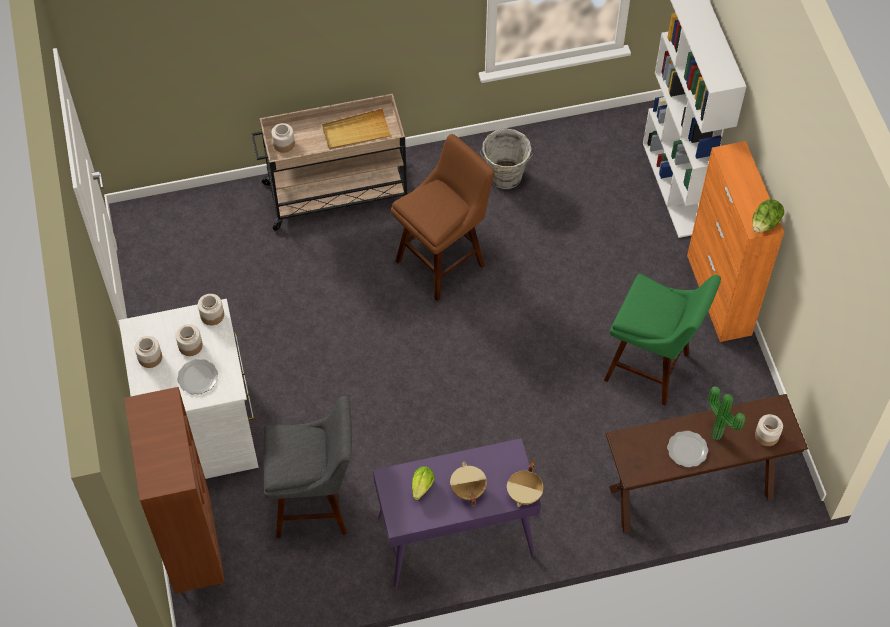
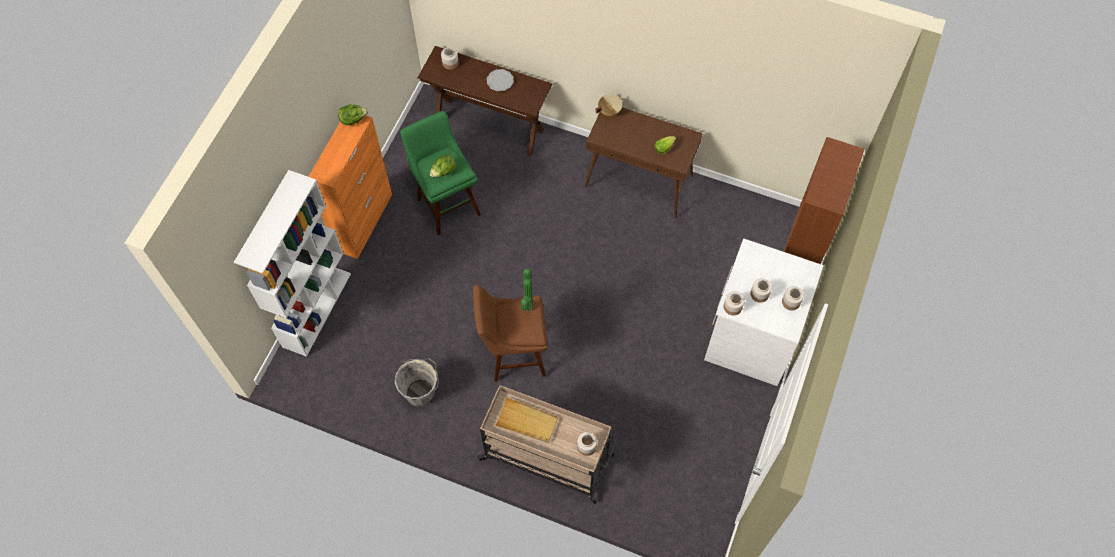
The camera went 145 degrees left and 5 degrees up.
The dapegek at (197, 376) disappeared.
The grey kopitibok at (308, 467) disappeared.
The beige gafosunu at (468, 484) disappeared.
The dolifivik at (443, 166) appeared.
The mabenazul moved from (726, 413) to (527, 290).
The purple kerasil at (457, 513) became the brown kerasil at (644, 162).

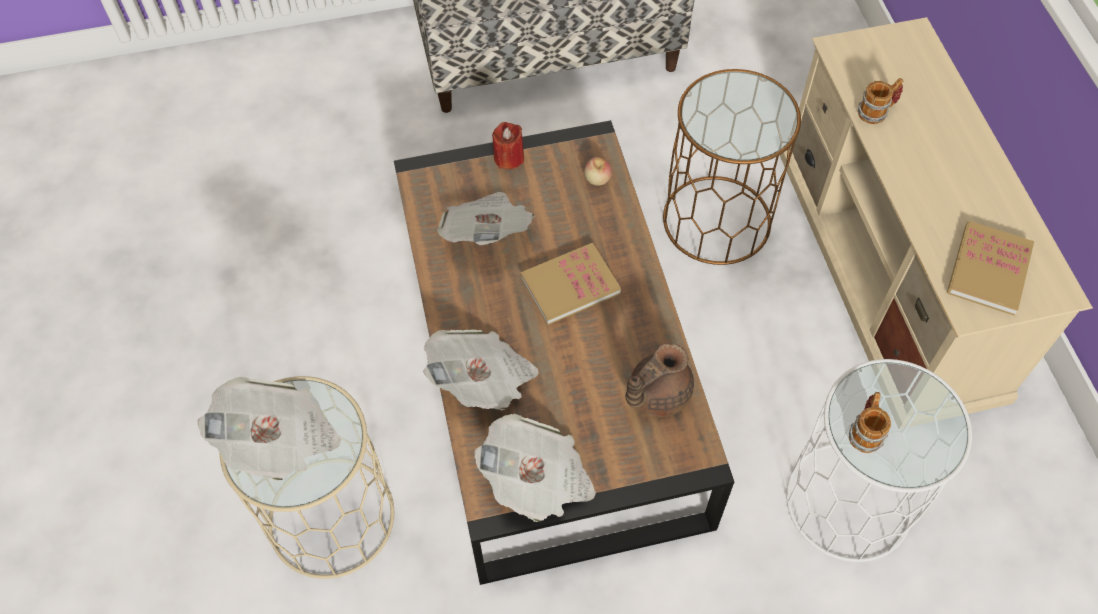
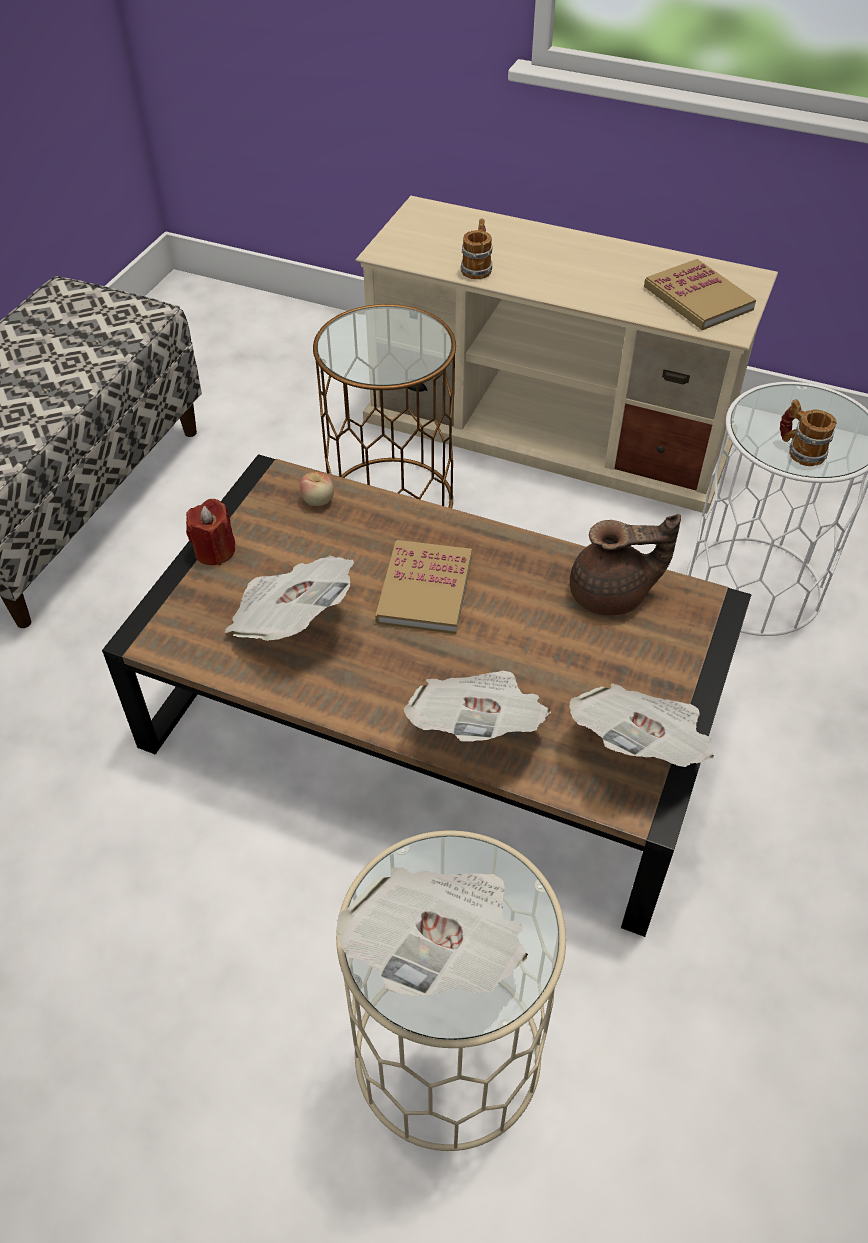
The camera went 55 degrees left and 10 degrees down.
The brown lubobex at (659, 380) turned 90 degrees counterclockwise.

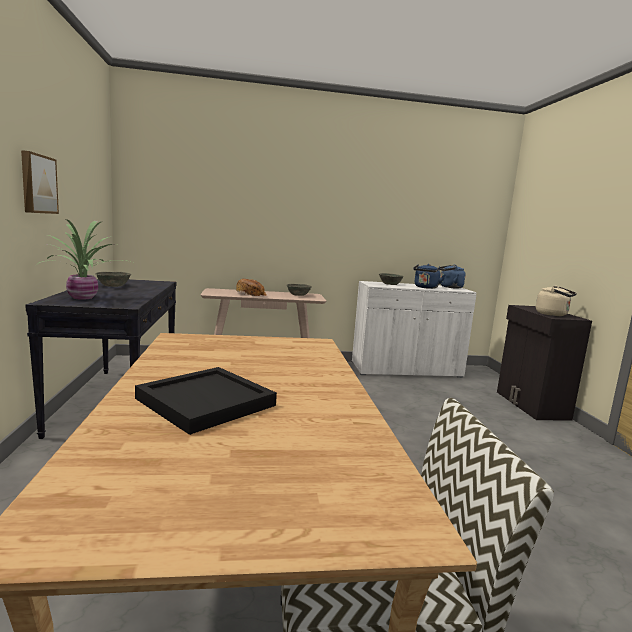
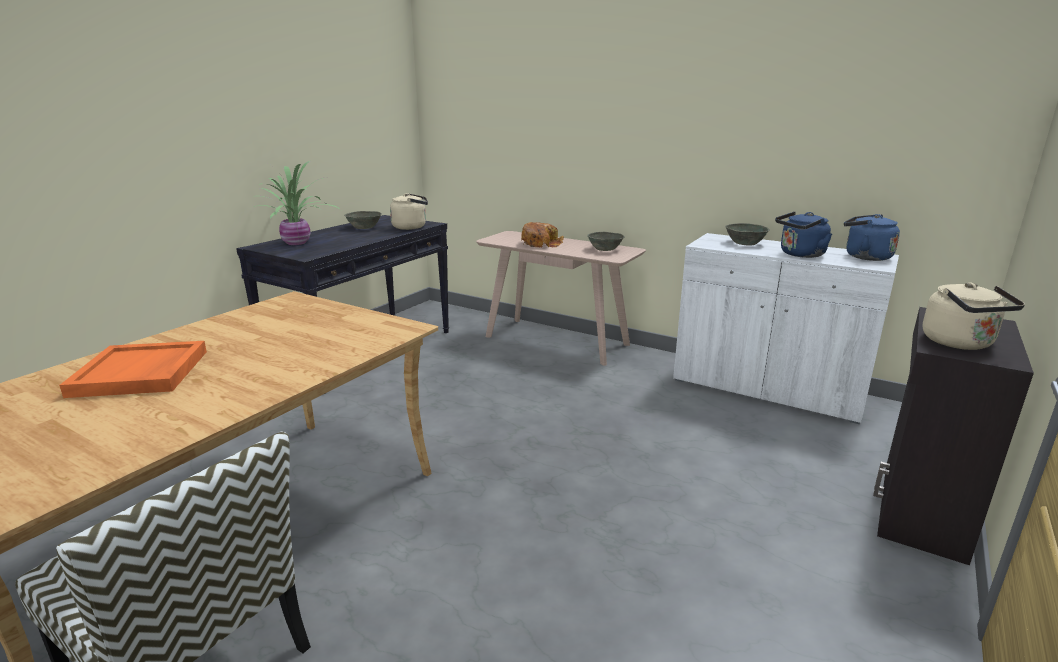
The camera went 40 degrees right and 10 degrees up.
The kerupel at (40, 182) disappeared.
The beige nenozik at (409, 211) appeared.
The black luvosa at (206, 401) became the orange luvosa at (133, 369).

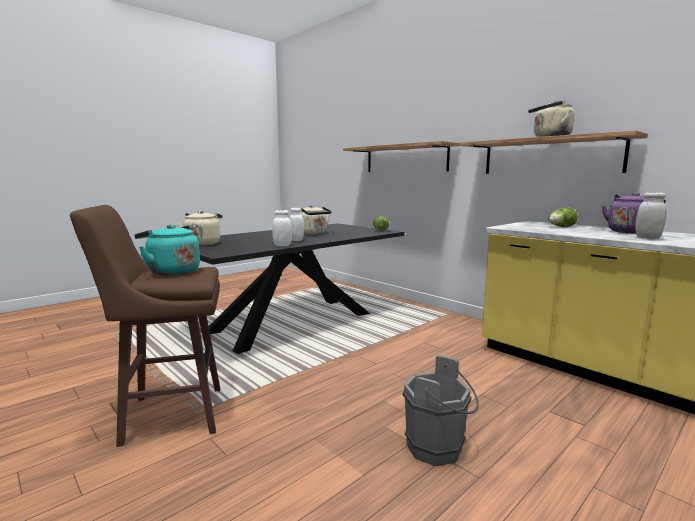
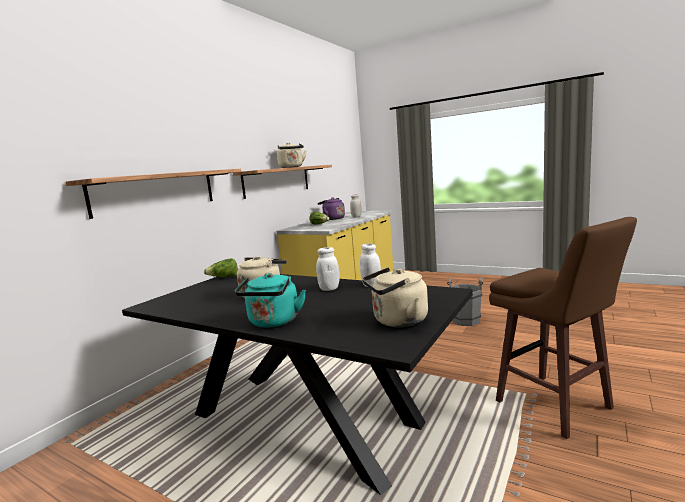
The camera went 105 degrees left and 0 degrees up.
The turquoise nenozik moved from (167, 250) to (270, 300).

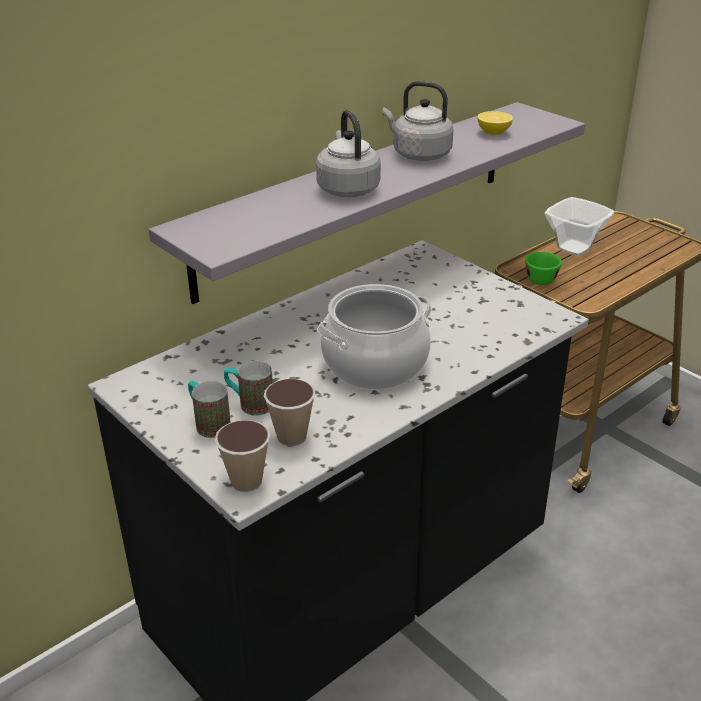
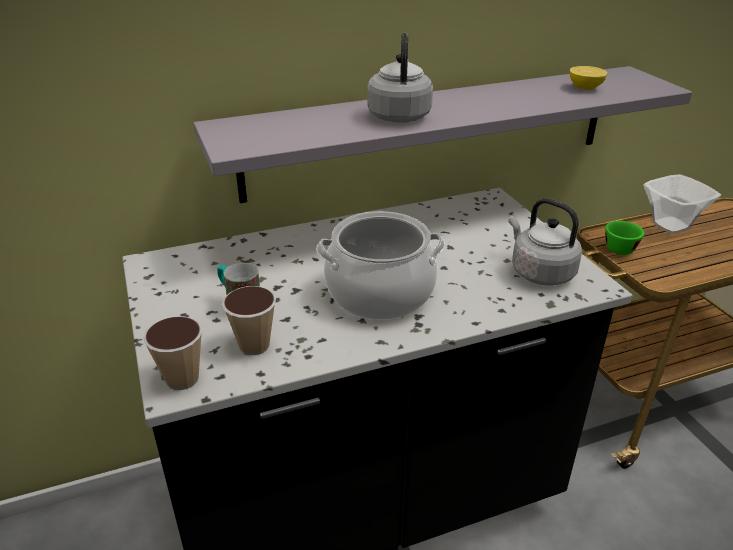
The camera went 20 degrees right and 0 degrees up.
The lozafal at (209, 409) disappeared.
The grey nenozik moved from (418, 121) to (545, 242).

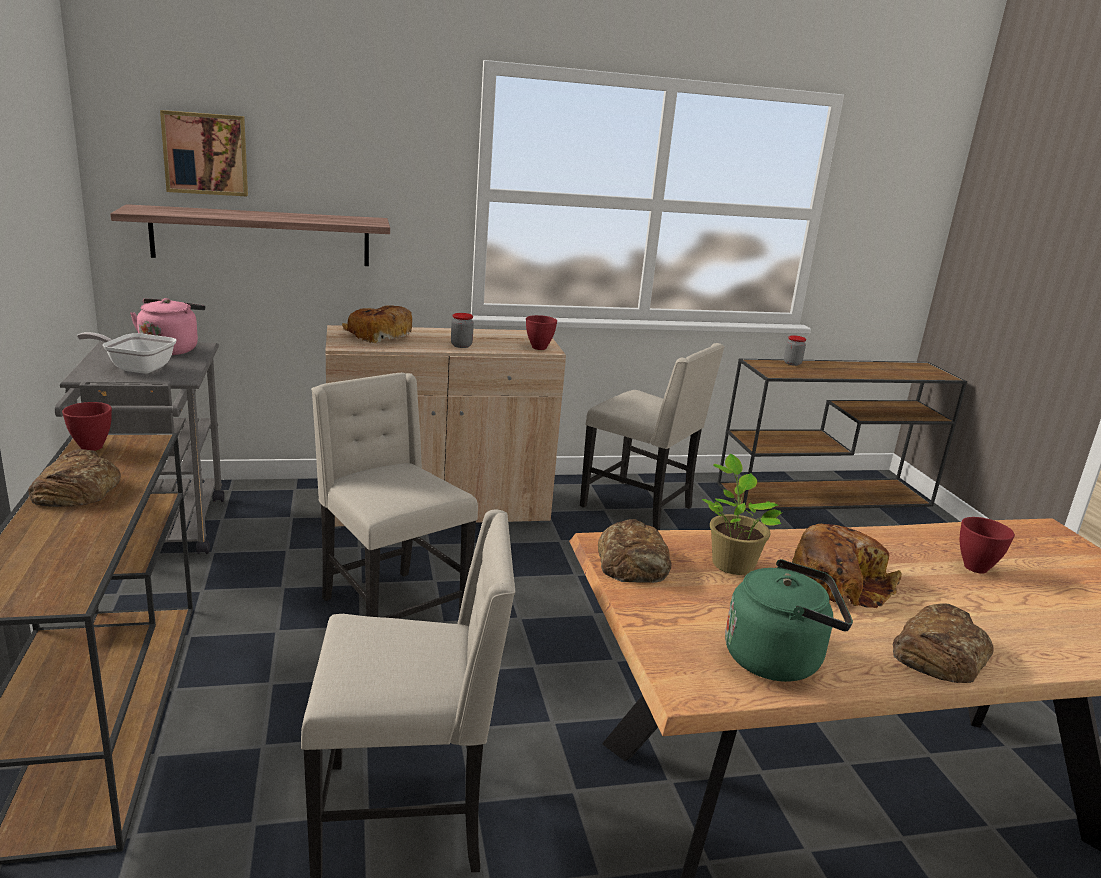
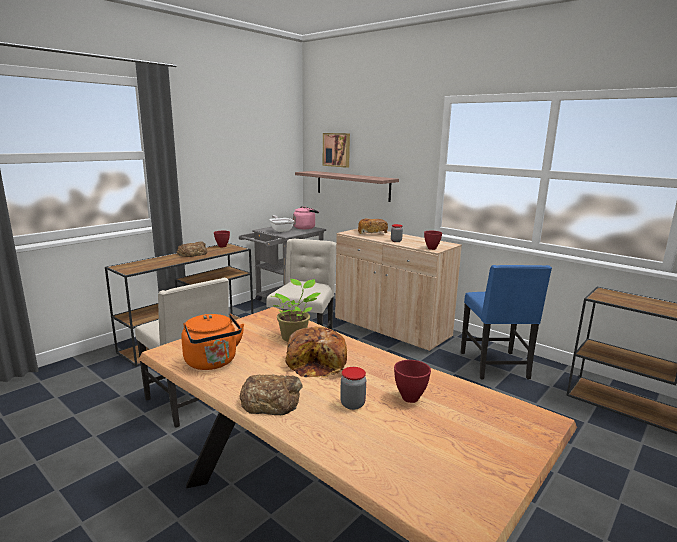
The camera went 55 degrees right and 5 degrees down.
The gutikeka at (635, 551) disappeared.
The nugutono moved from (795, 350) to (353, 388).
The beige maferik at (652, 436) became the blue maferik at (506, 322).
The green nenozik at (789, 620) became the orange nenozik at (212, 342).

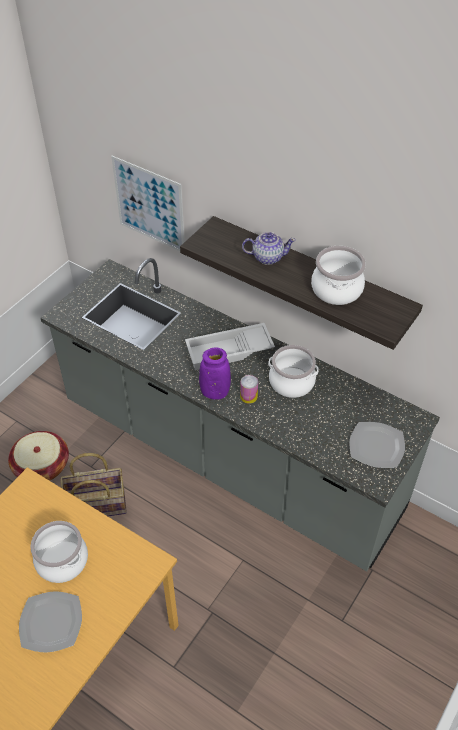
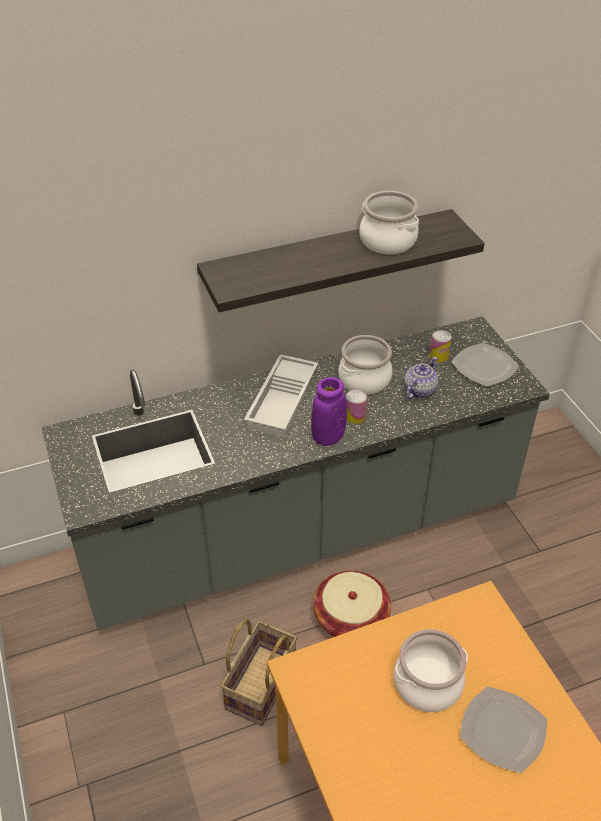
The camera went 55 degrees left and 5 degrees down.
The kerupel at (148, 203) disappeared.
The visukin at (440, 346) appeared.
The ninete moved from (38, 456) to (352, 604).
The lubobex moved from (269, 248) to (421, 378).

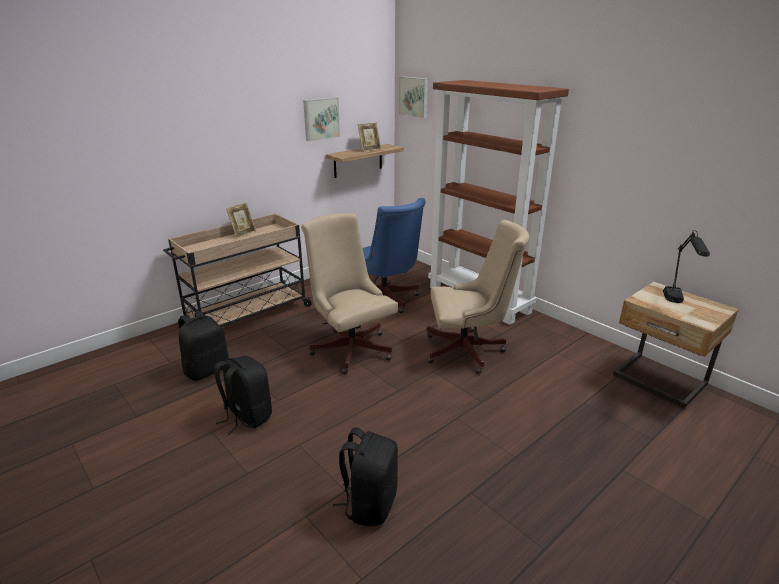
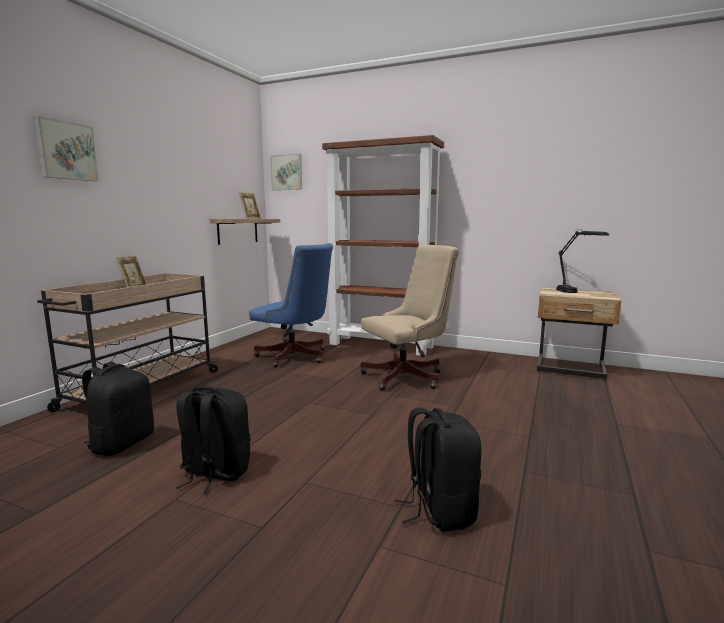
The camera went 25 degrees left and 15 degrees down.
The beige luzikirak at (349, 293) disappeared.
The kerupel moved from (321, 119) to (66, 148).

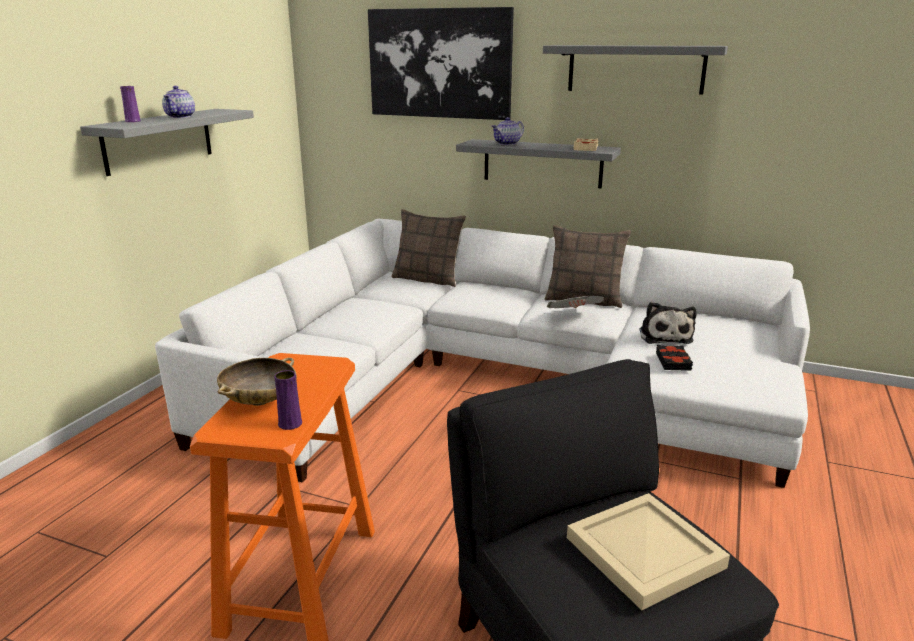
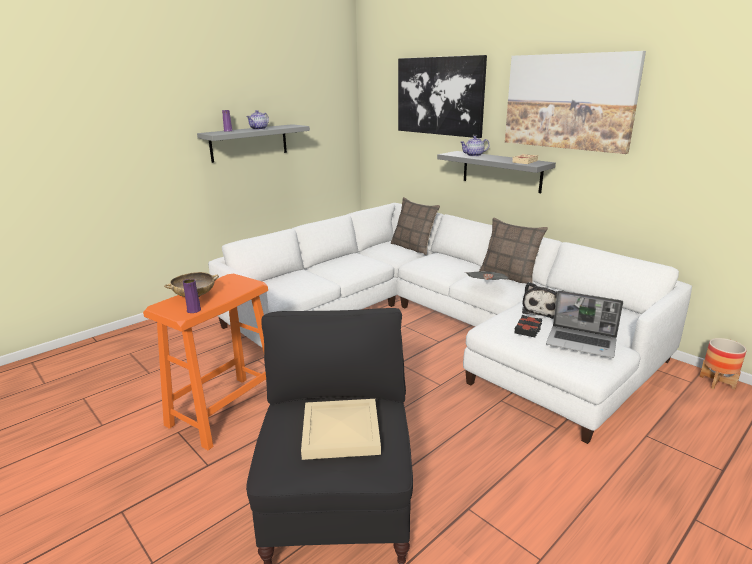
The camera went 25 degrees right and 0 degrees up.
The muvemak at (584, 324) appeared.
The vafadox at (722, 363) appeared.
The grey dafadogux at (635, 70) was replaced by the kerupel at (575, 102).

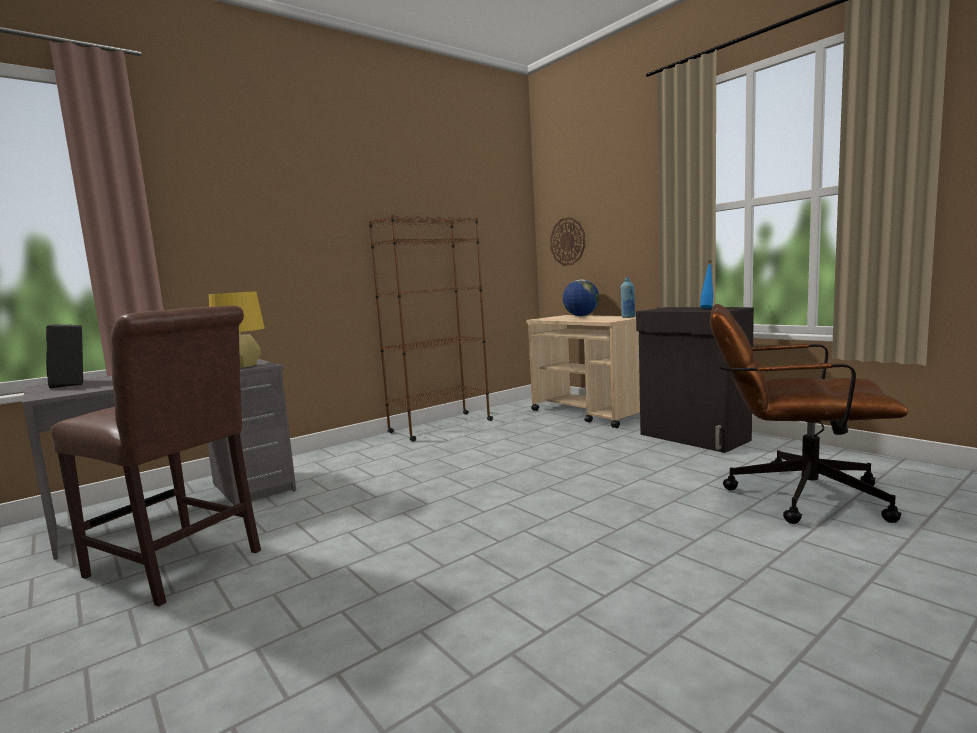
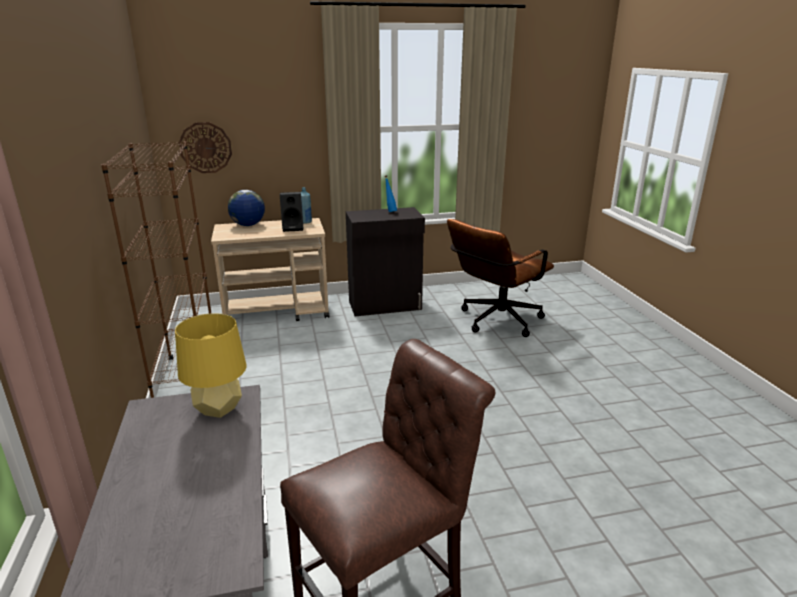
The camera went 65 degrees left and 15 degrees up.
The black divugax moved from (64, 356) to (291, 212).

